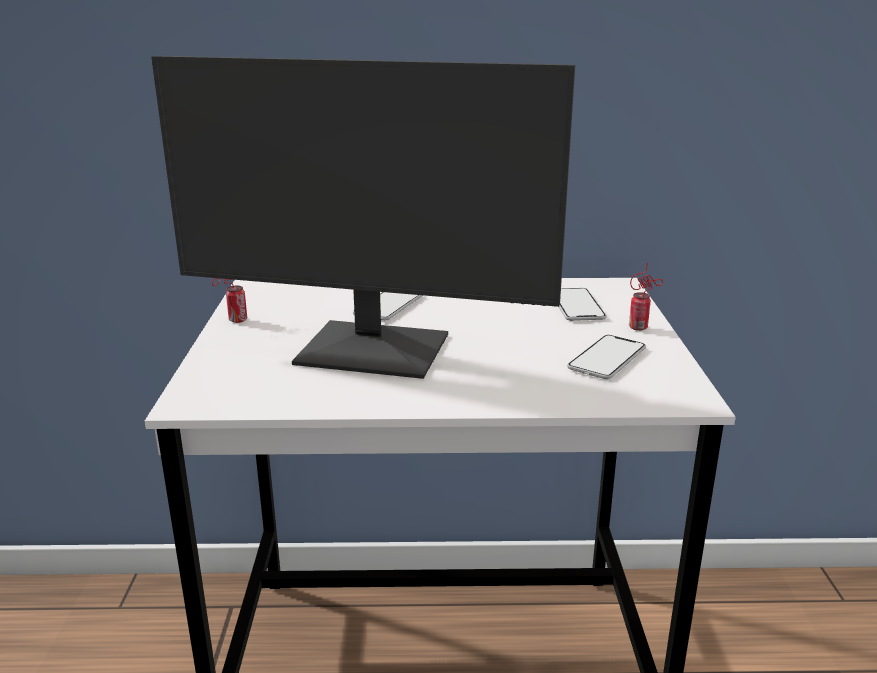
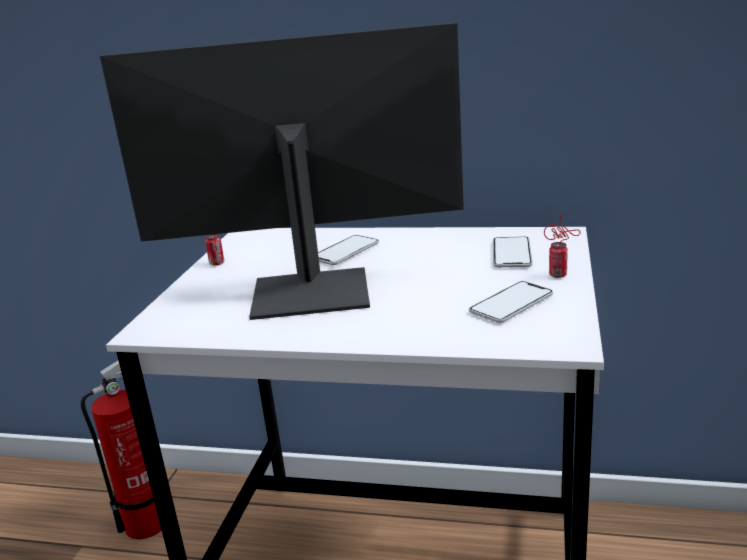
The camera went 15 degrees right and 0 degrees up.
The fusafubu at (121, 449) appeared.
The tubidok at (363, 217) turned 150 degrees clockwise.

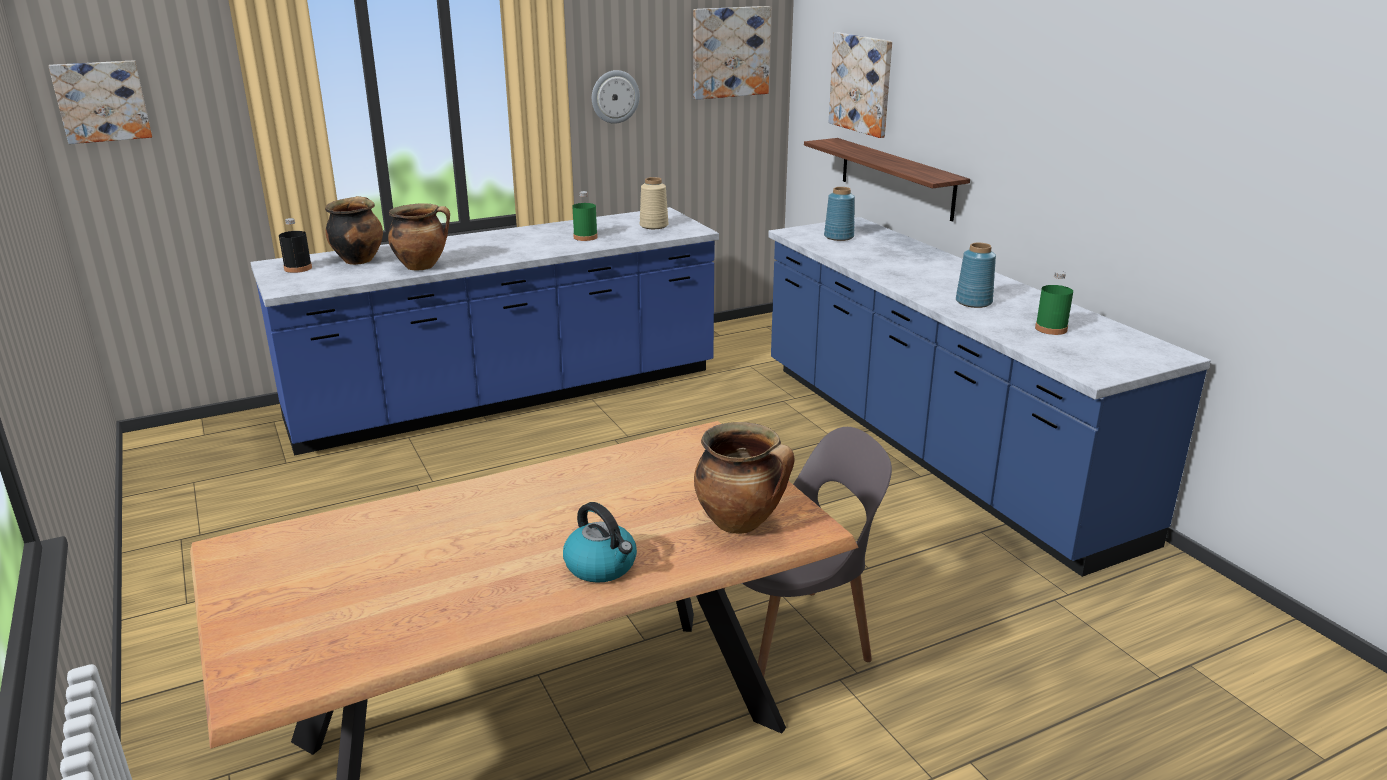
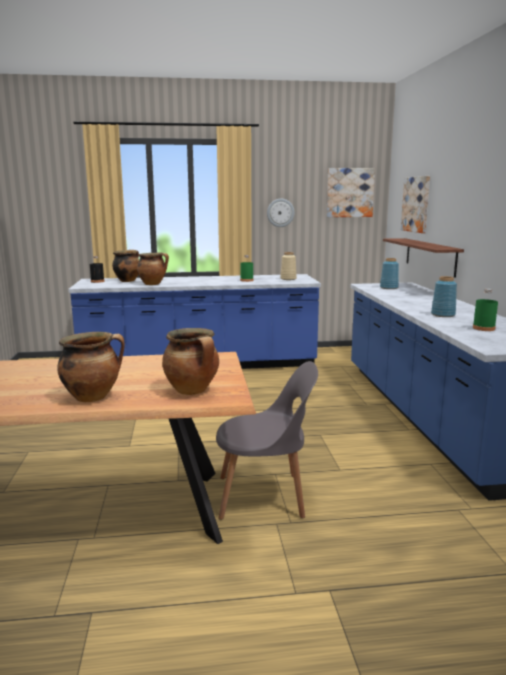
The camera went 20 degrees right and 10 degrees down.
The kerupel at (100, 102) disappeared.
The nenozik at (600, 542) was replaced by the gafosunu at (91, 367).

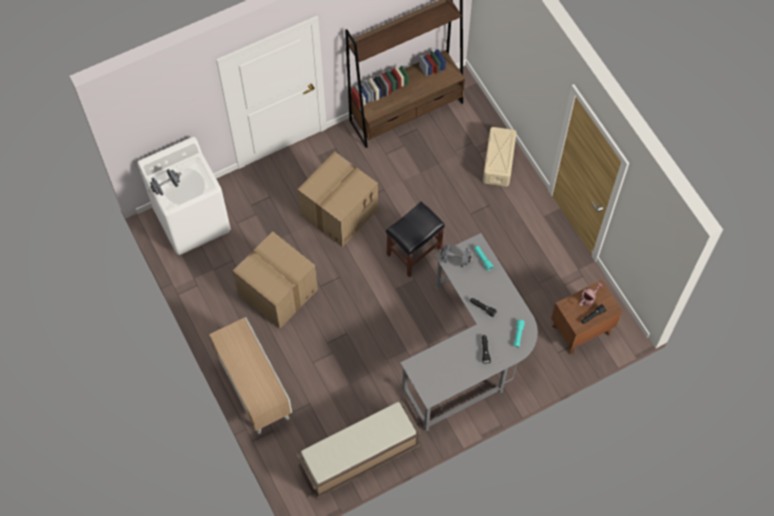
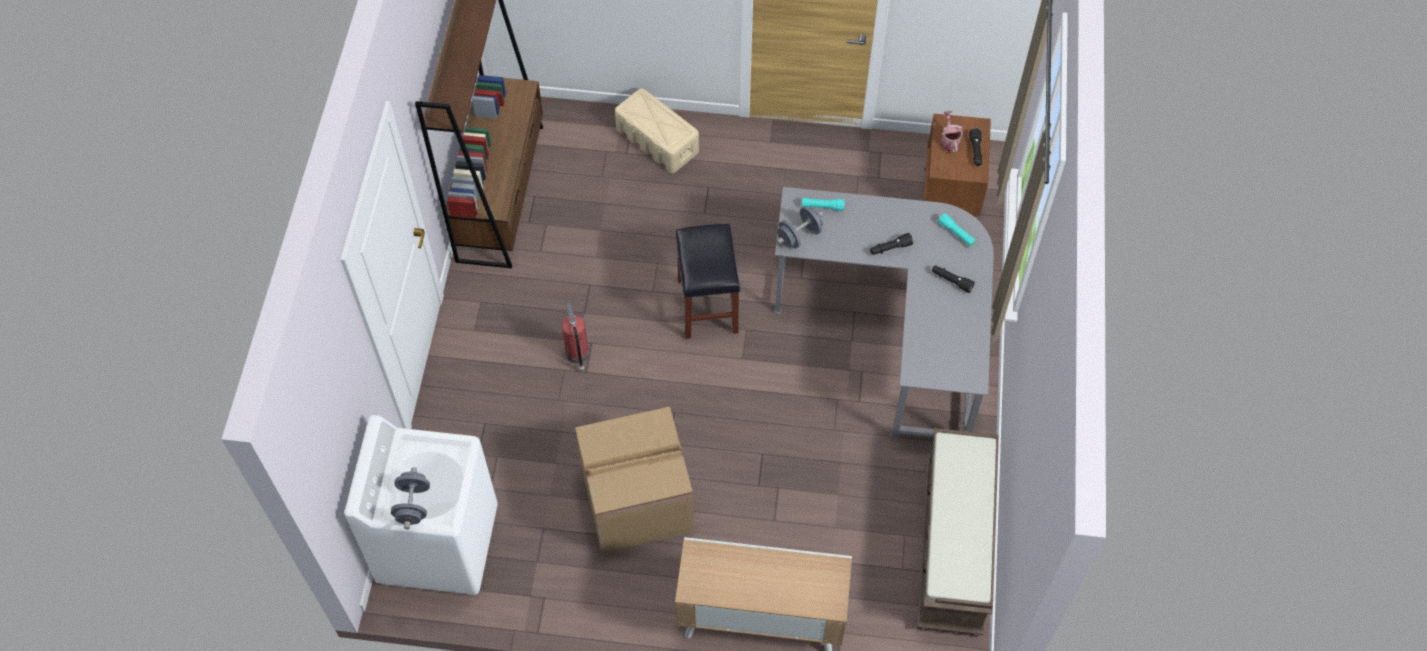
The camera went 55 degrees left and 5 degrees down.
The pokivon at (337, 199) was replaced by the fusafubu at (575, 337).

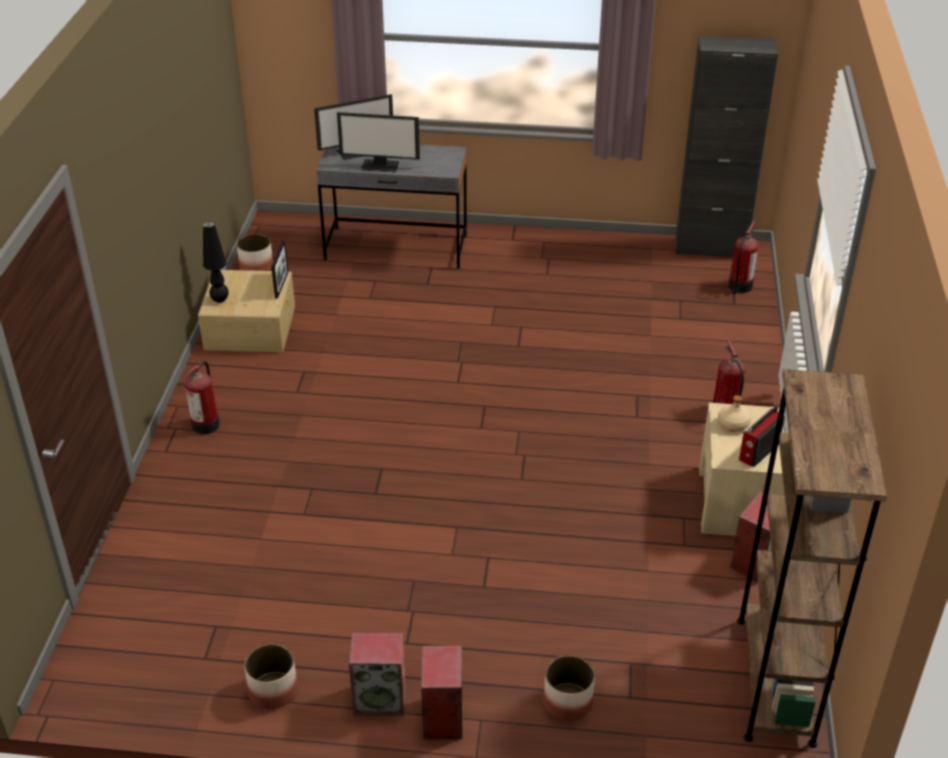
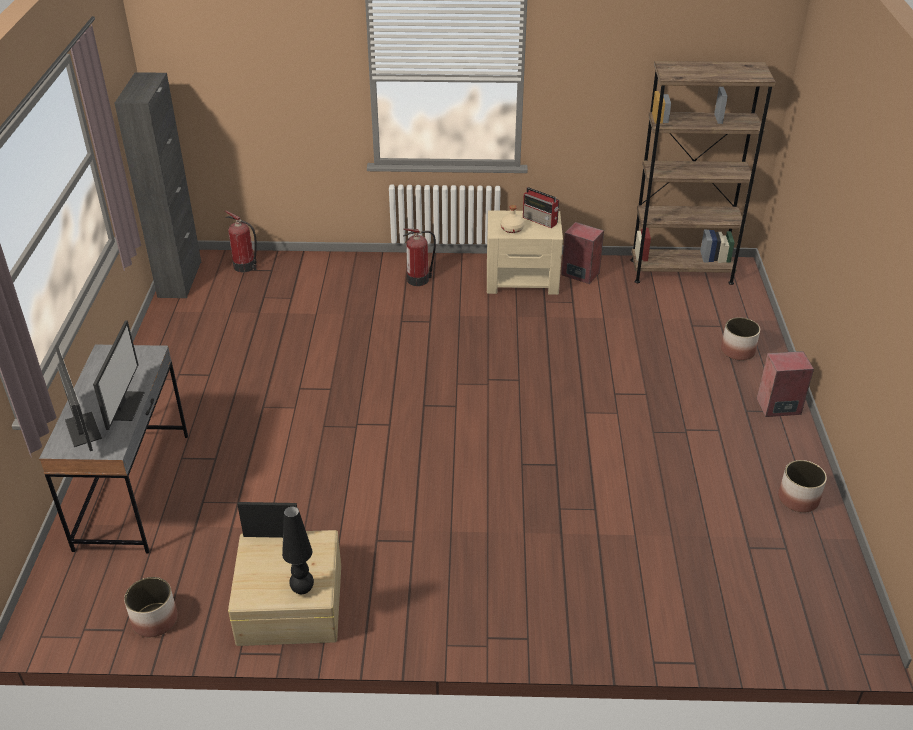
The camera went 95 degrees left and 0 degrees up.
The fusafubu at (202, 397) disappeared.
The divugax at (377, 674) disappeared.

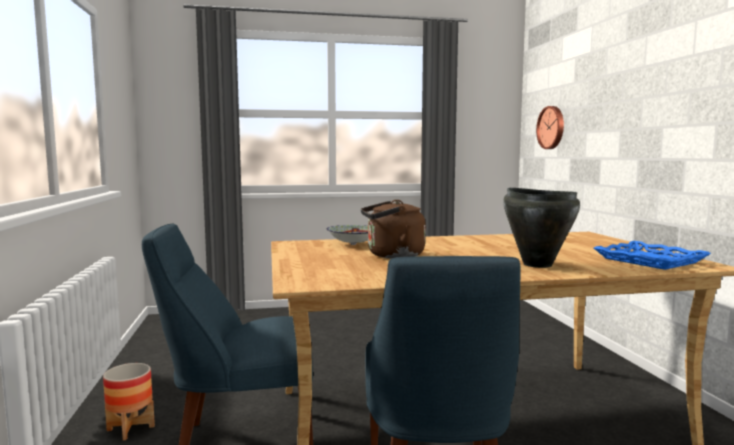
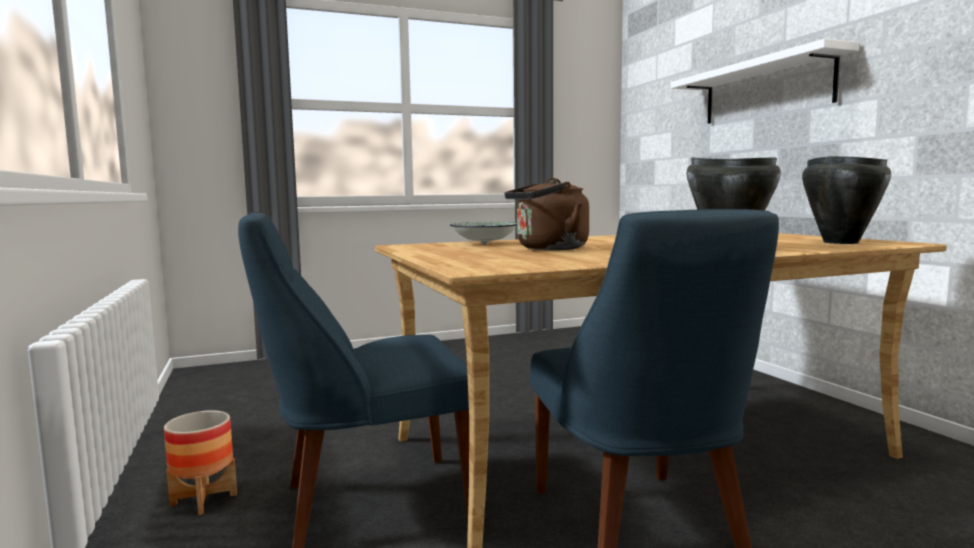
The camera went 10 degrees left and 0 degrees up.
The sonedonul at (550, 127) disappeared.
The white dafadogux at (765, 81) appeared.
The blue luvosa at (652, 255) was replaced by the black gafosunu at (846, 200).

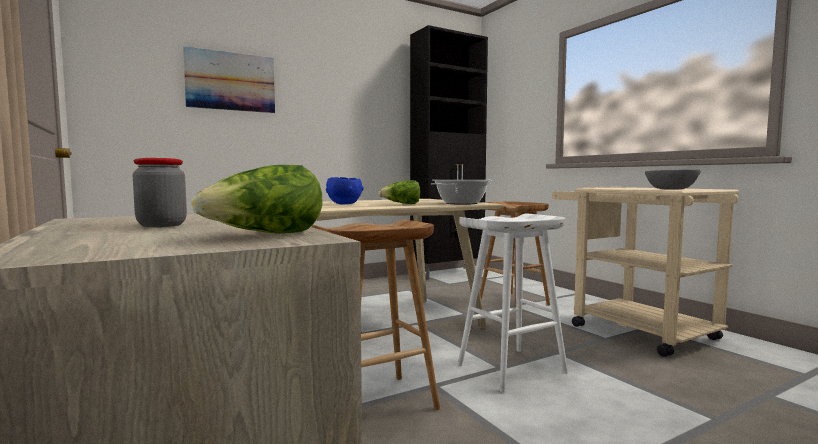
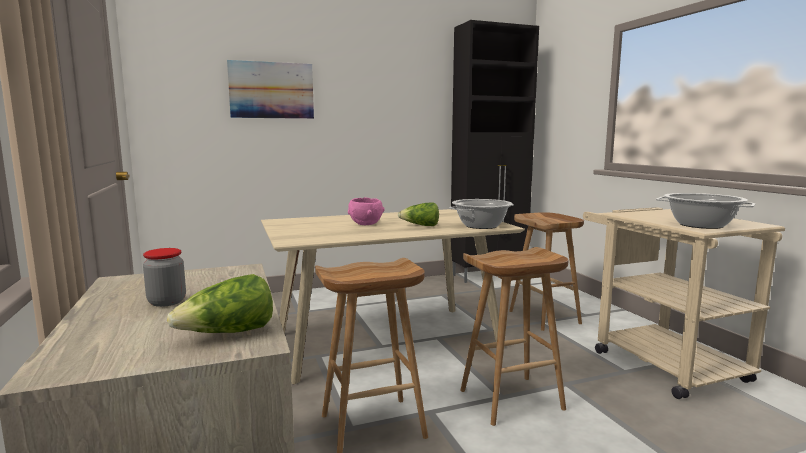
The camera went 10 degrees right and 5 degrees up.
The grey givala at (673, 179) was replaced by the gafosunu at (705, 211).
The blue givala at (345, 190) became the pink givala at (366, 211).
The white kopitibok at (513, 303) became the brown kopitibok at (514, 336).

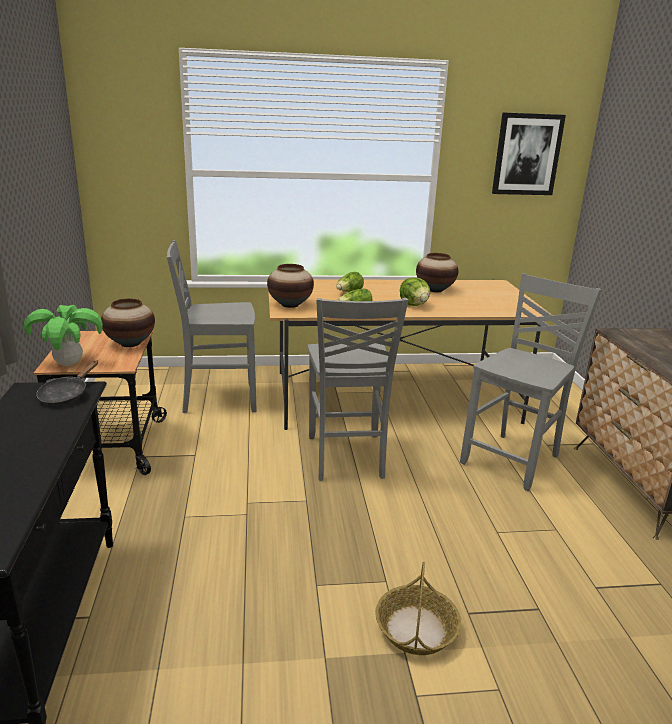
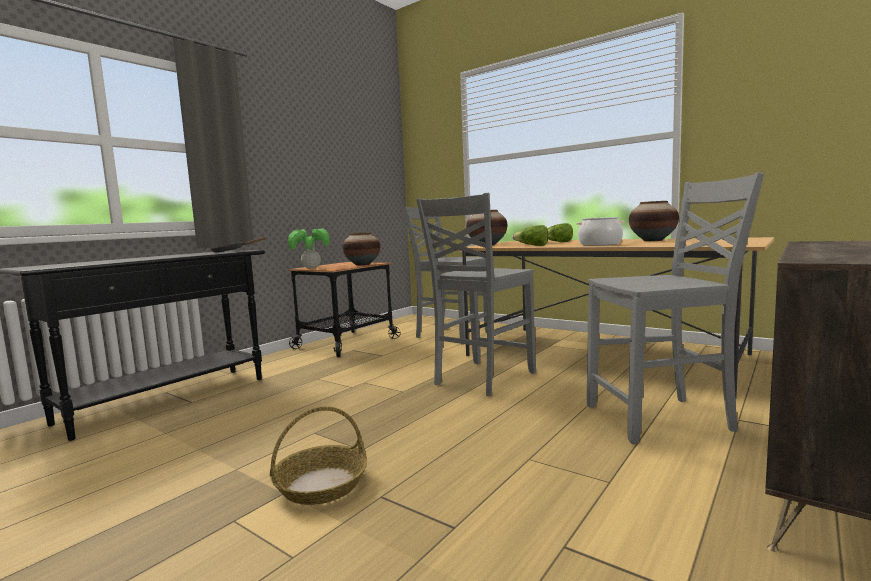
The camera went 45 degrees right and 15 degrees down.
The kerupel at (529, 154) disappeared.
The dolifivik at (415, 292) was replaced by the gafosunu at (600, 231).

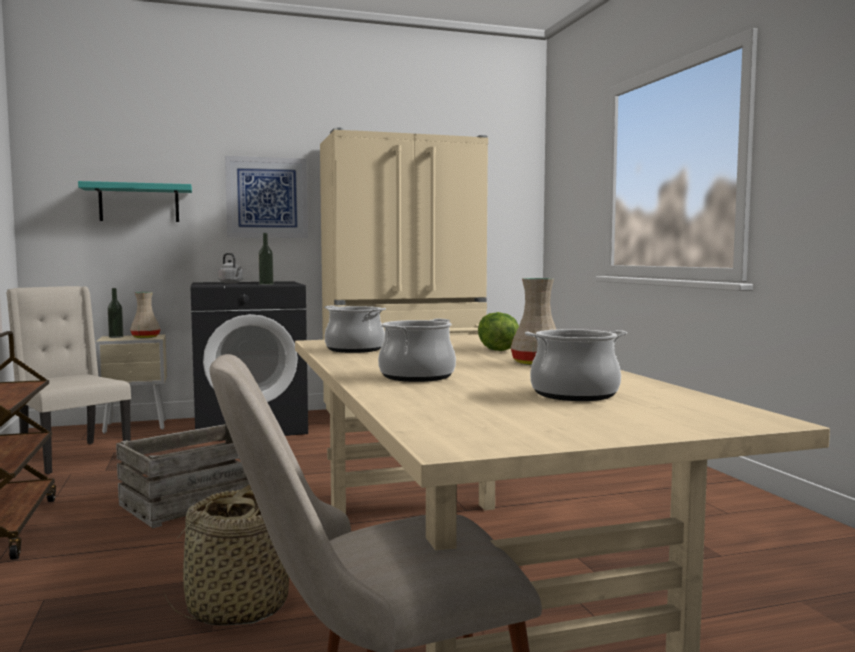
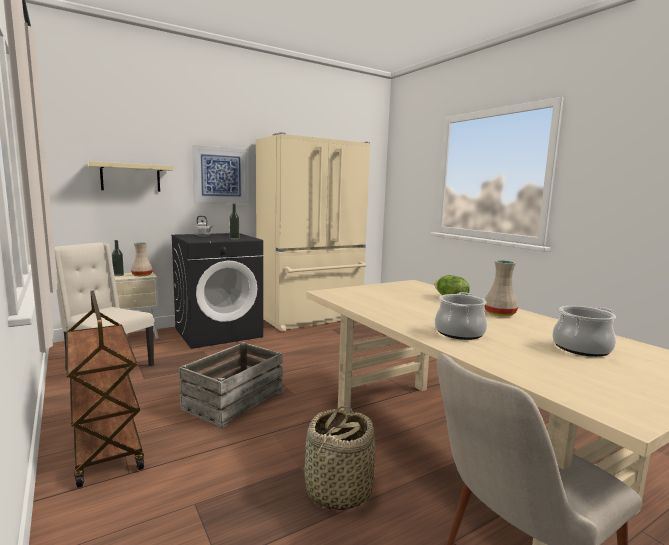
The camera went 15 degrees left and 5 degrees up.
The gafosunu at (355, 329) disappeared.
The turquoise dafadogux at (135, 201) became the beige dafadogux at (131, 176).

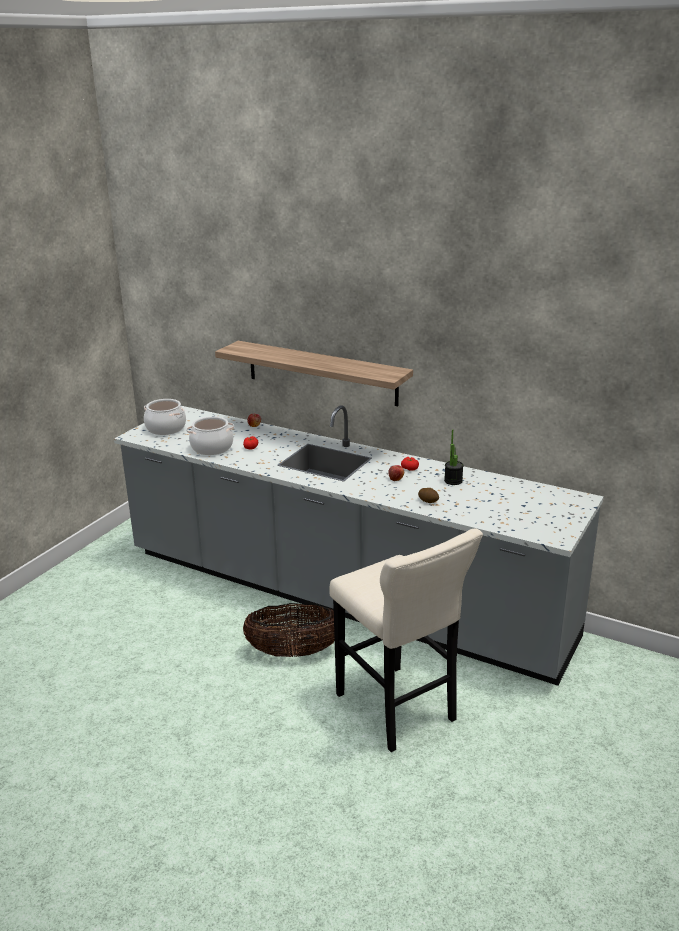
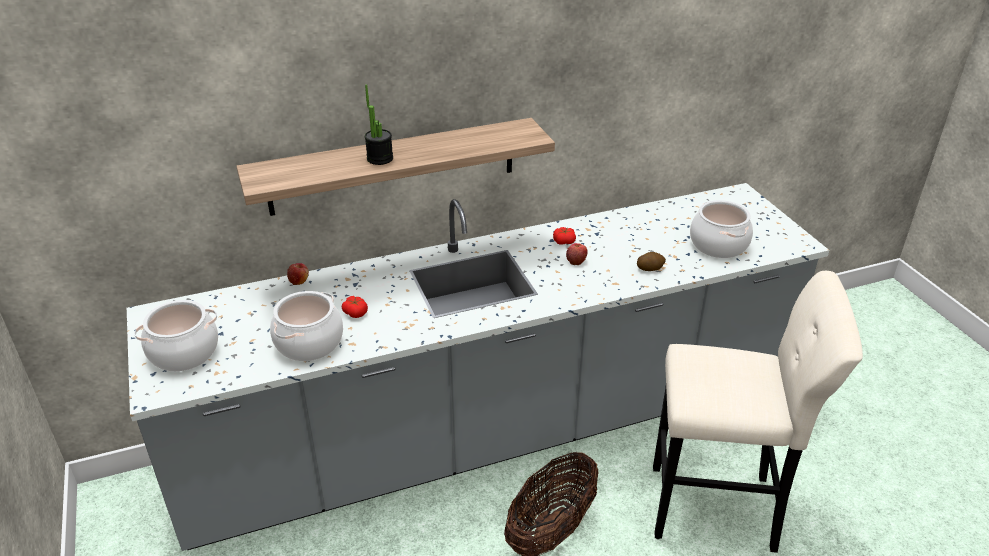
The camera went 50 degrees left and 10 degrees up.
The gafosunu at (721, 229) appeared.
The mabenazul moved from (454, 457) to (379, 124).

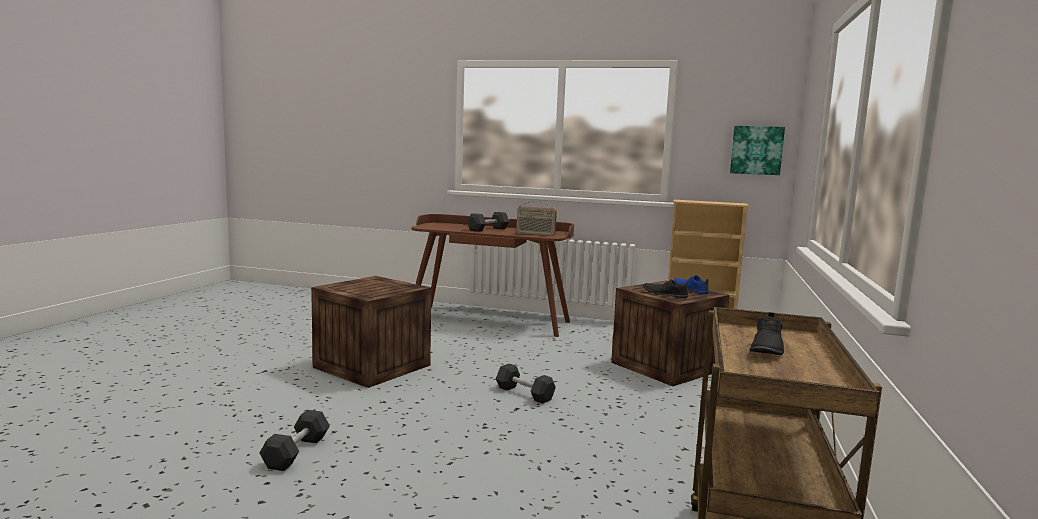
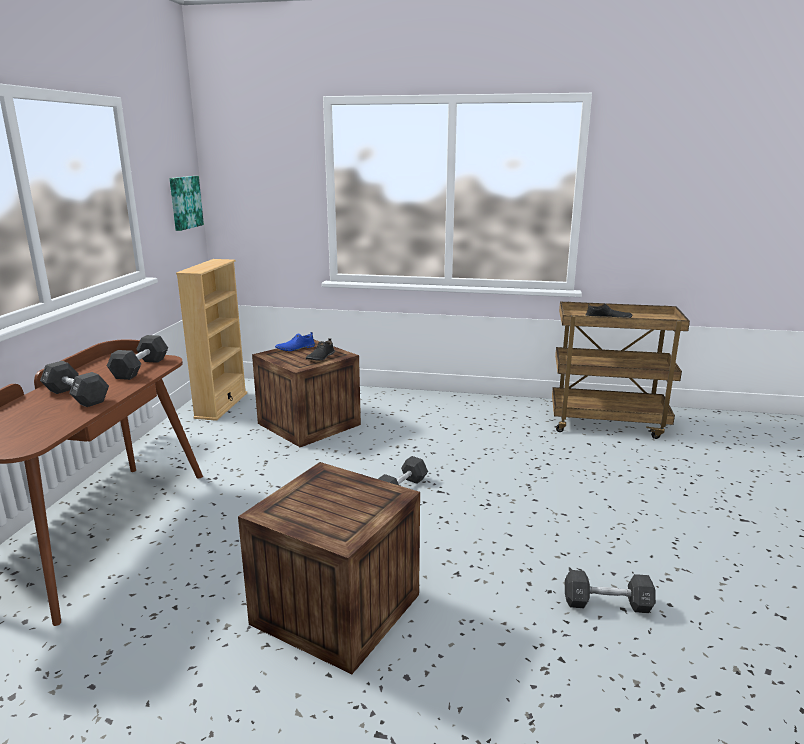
The camera went 95 degrees left and 10 degrees up.
The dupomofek at (537, 218) was replaced by the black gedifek at (137, 357).

